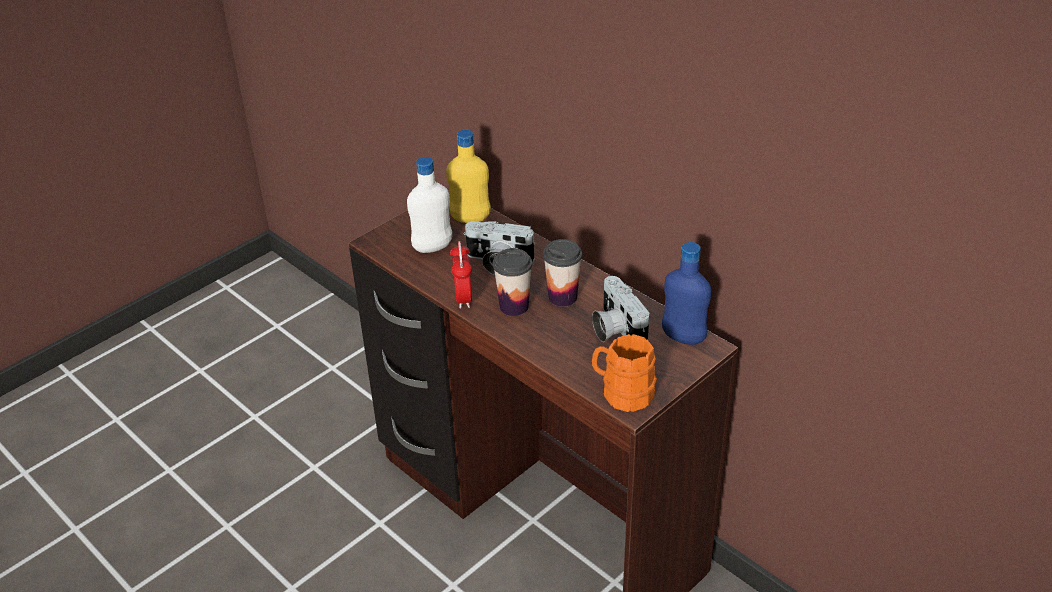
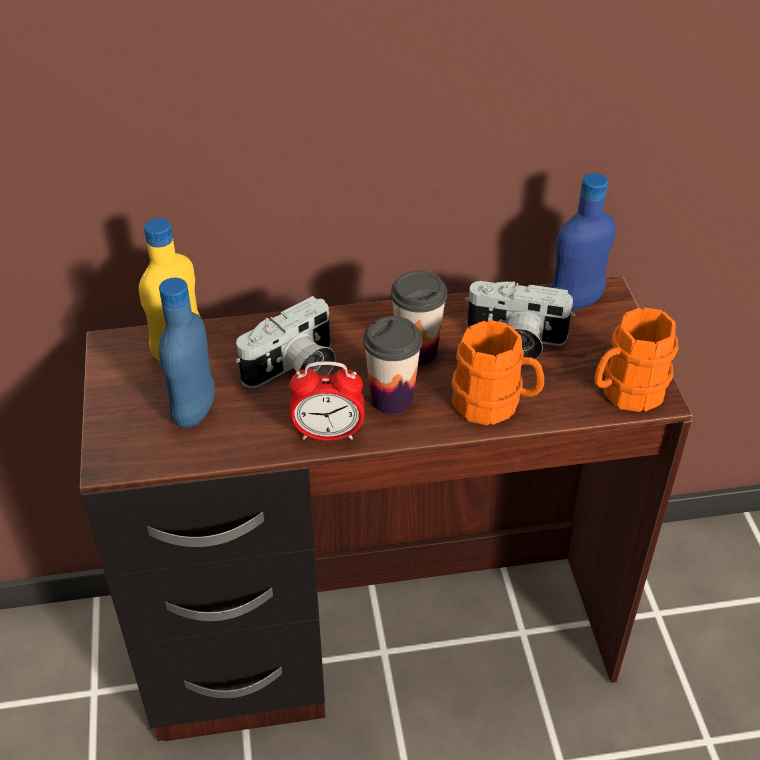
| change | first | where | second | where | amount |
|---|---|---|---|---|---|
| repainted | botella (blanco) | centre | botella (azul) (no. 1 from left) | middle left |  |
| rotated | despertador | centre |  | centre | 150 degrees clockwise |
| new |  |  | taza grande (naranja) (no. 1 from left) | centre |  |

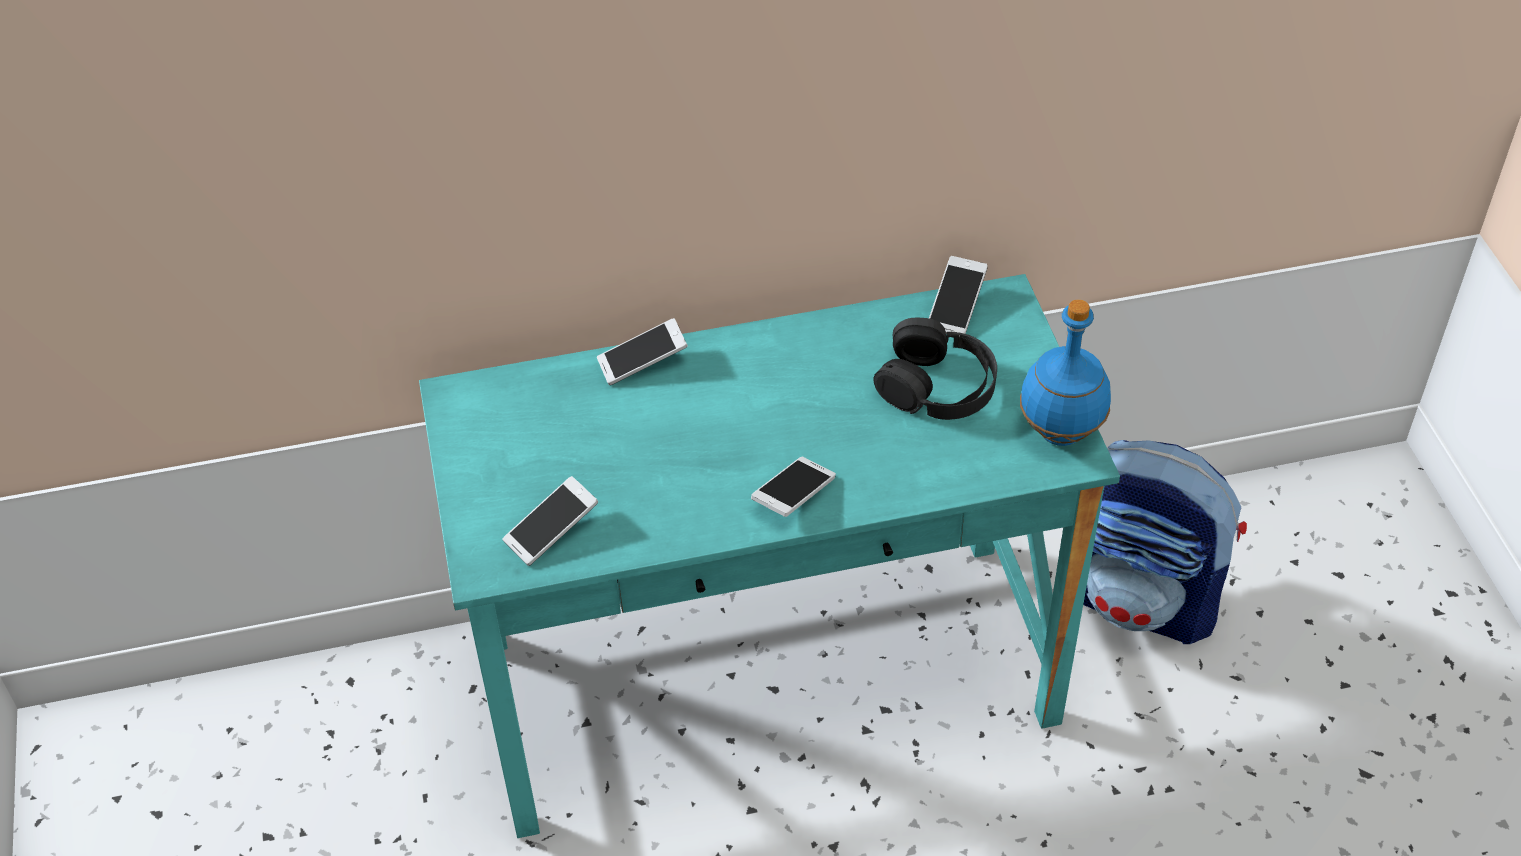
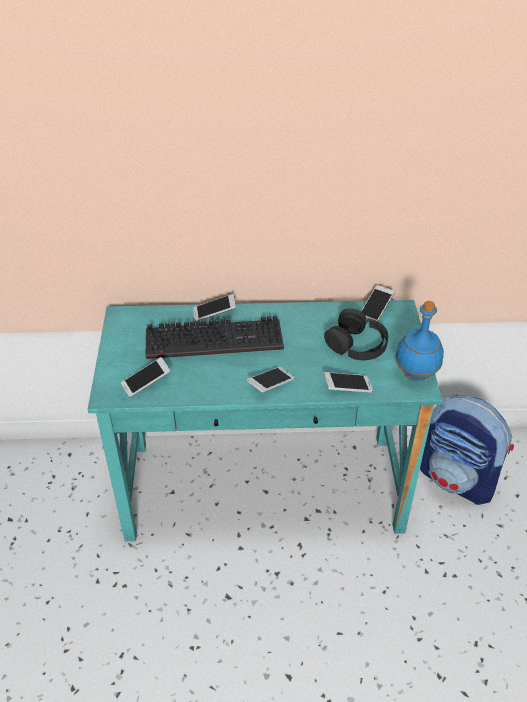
| change | first | where | second | where | amount |
|---|---|---|---|---|---|
| new |  |  | teclado | centre |  |
| new |  |  | móvil (no. 4 from left) | centre |  |

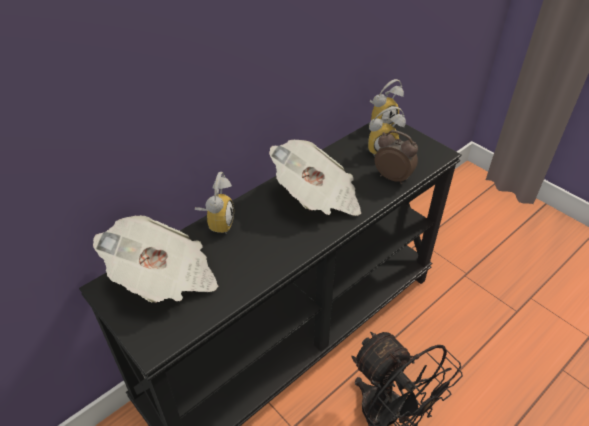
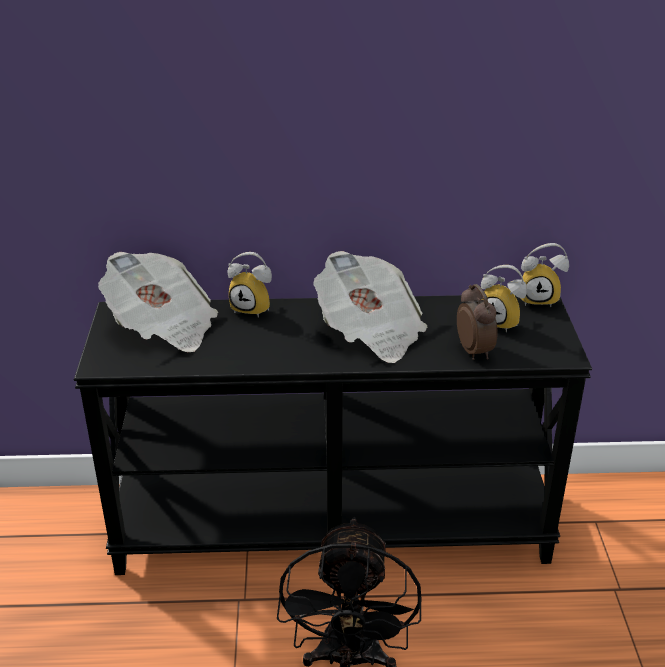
| change | first | where | second | where | amount |
|---|---|---|---|---|---|
| rotated | despertador (no. 1 from left) | centre |  | centre | 60 degrees clockwise |

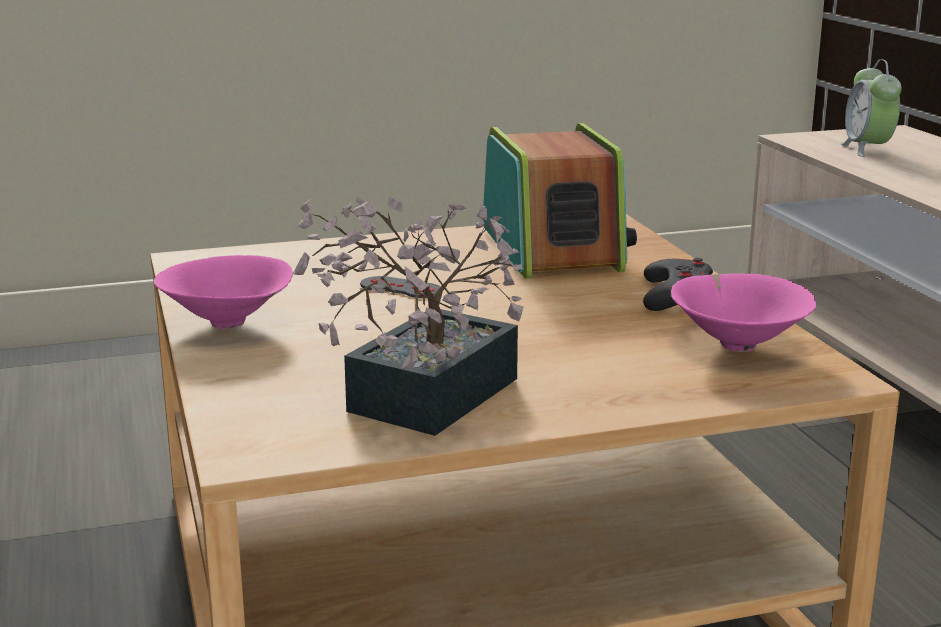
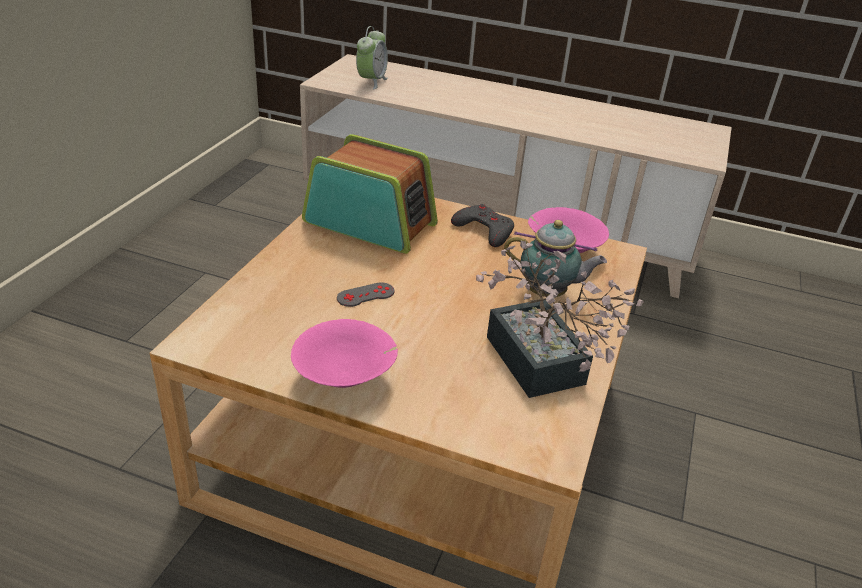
| change | first | where | second | where | amount |
|---|---|---|---|---|---|
| rotated | despertador | top right |  | top centre | 105 degrees counterclockwise |
| new |  |  | tetera | centre |  |

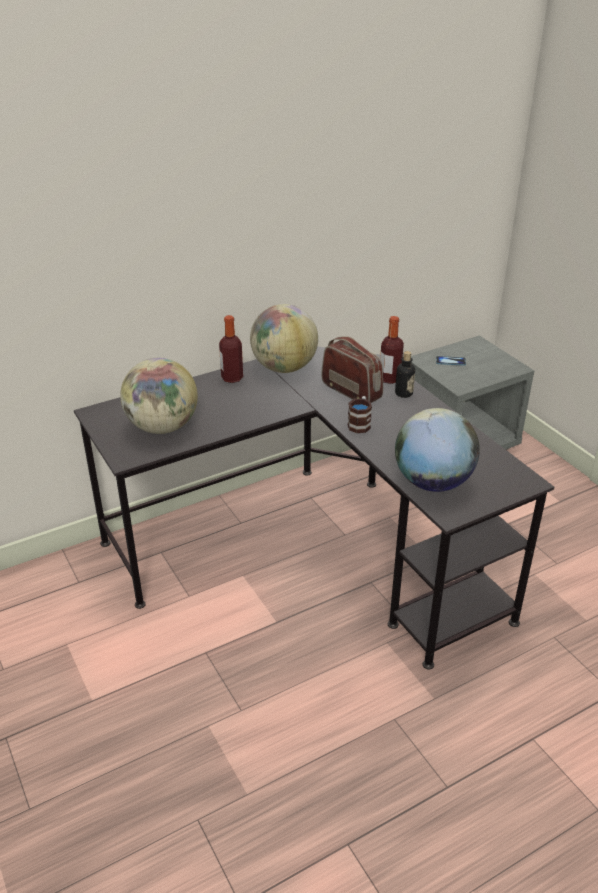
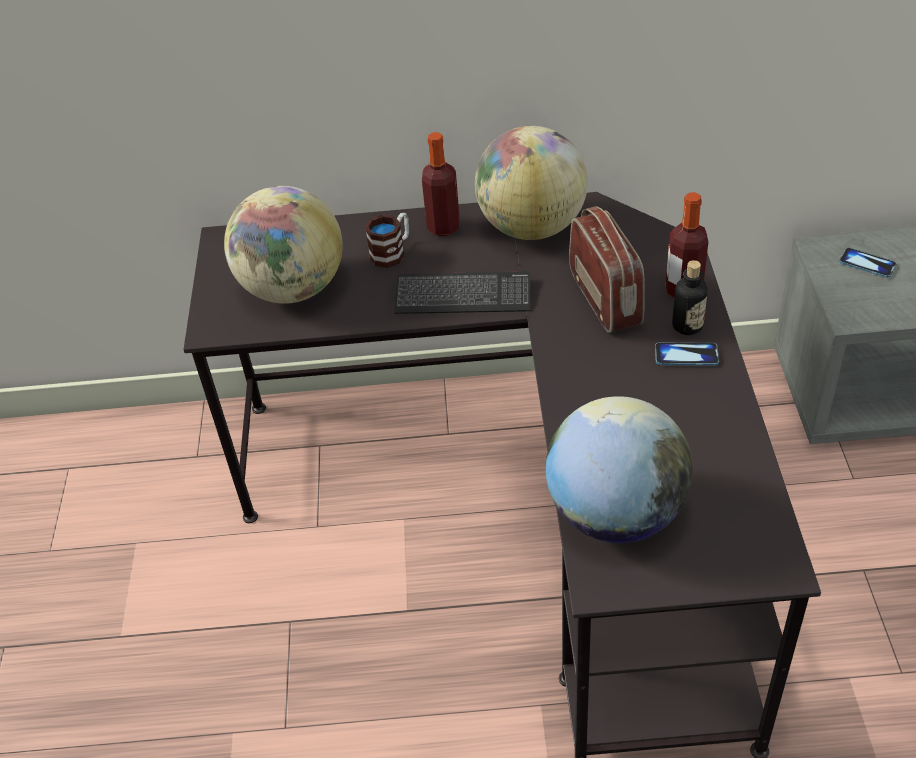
| change | first | where | second | where | amount |
|---|---|---|---|---|---|
| shifted | taza grande | centre |  | top centre |  |
| new |  |  | teclado | centre |  |
| new |  |  | móvil (no. 1 from left) | middle right |  |

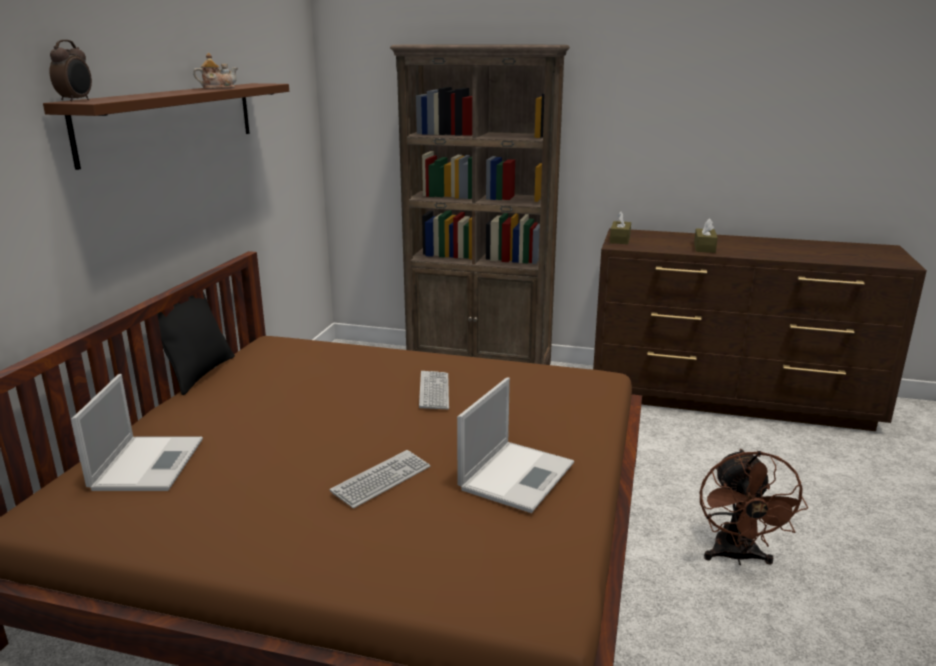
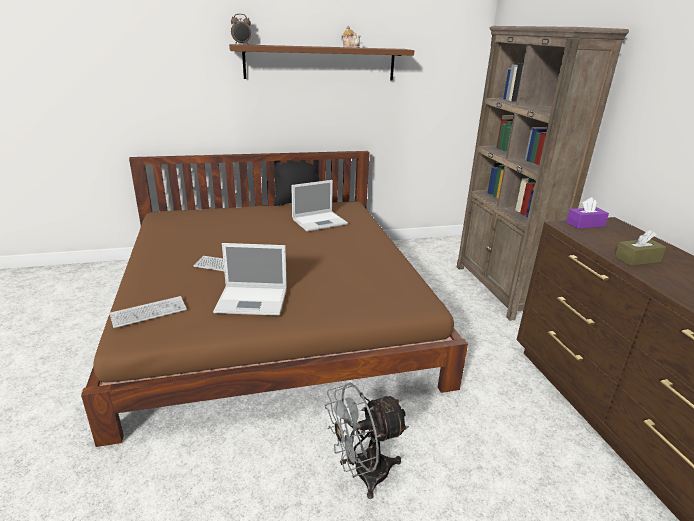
| change | first | where | second | where | amount |
|---|---|---|---|---|---|
| shifted | teclado (no. 2 from left in the first image) | centre | teclado (no. 1 from left) | middle left |  |
| shifted | portátil (no. 1 from left in the first image) | middle left | portátil (no. 2 from left) | centre |  |
| repainted | ventilador (marrón) | bottom right | ventilador (gris) | bottom centre |  |
| repainted | caja de pañuelos (marrón) (no. 1 from left) | centre | caja de pañuelos (morado) | middle right |  |

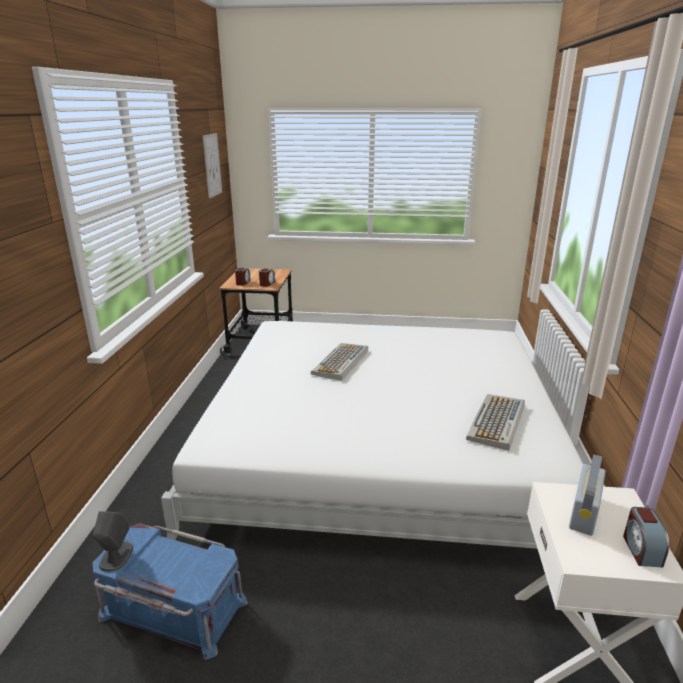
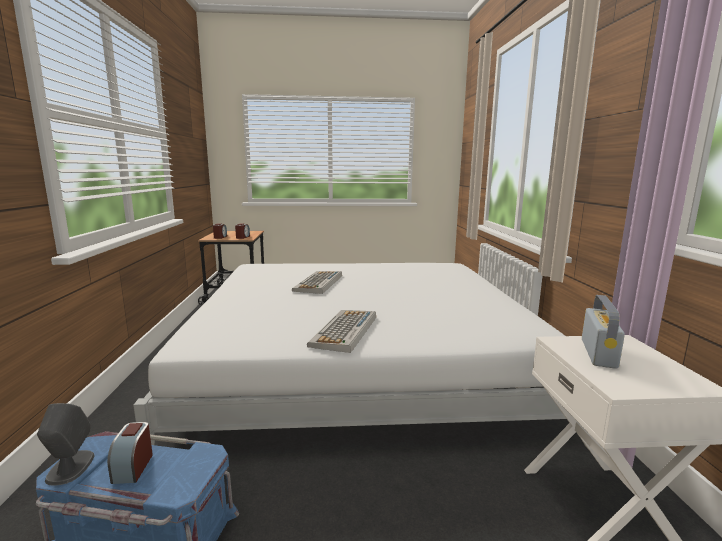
| change | first | where | second | where | amount |
|---|---|---|---|---|---|
| shifted | despertador (no. 3 from left in the first image) | bottom right | despertador (no. 1 from left) | bottom left |  |
| shifted | teclado (no. 2 from left) | middle right |  | centre |  |
| gone | cuadro | top left |  |  |  |

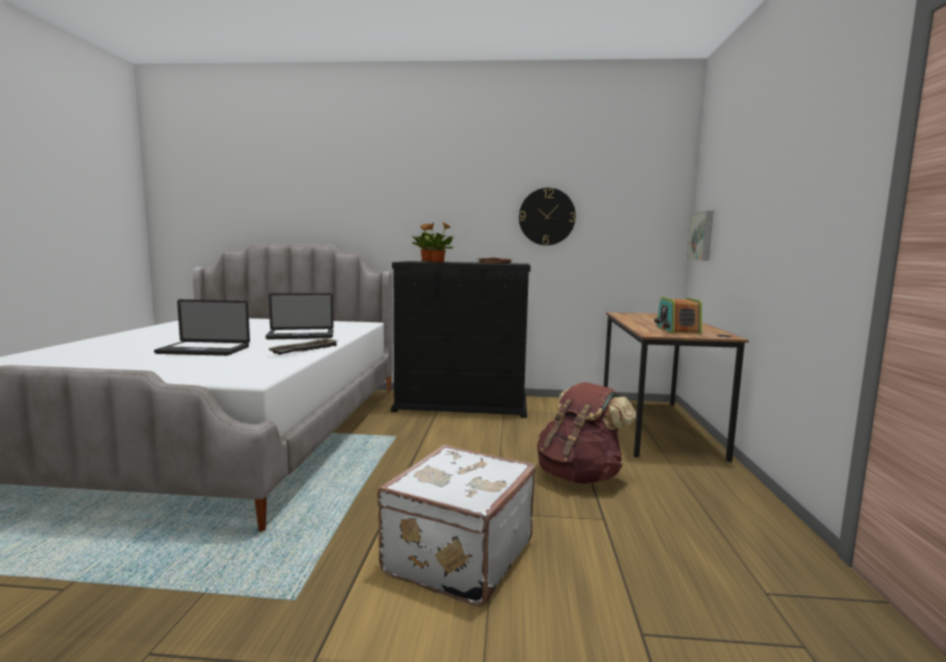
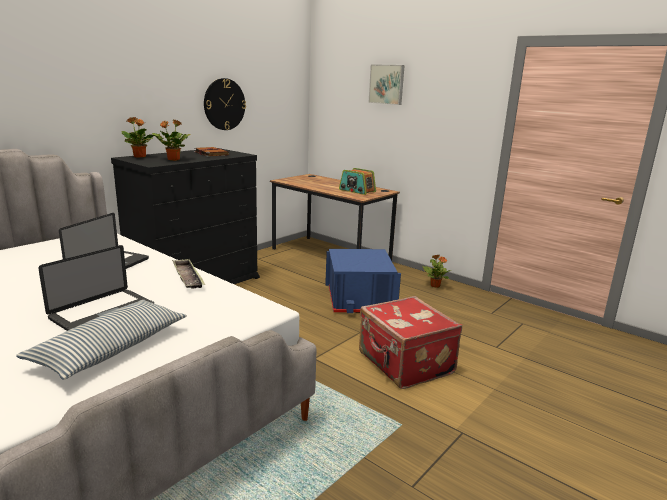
| change | first | where | second | where | amount |
|---|---|---|---|---|---|
| new |  |  | cojín | bottom left |  |
| swapped | mochila (marrón) | centre | caja de almacenaje (azul) | centre |  |
| repainted | maleta (blanco) | bottom centre | maleta (rojo) | bottom centre |  |
| shifted | cuadro | middle right |  | top centre |  |
| new |  |  | planta en maceta (no. 3 from left) | centre |  |

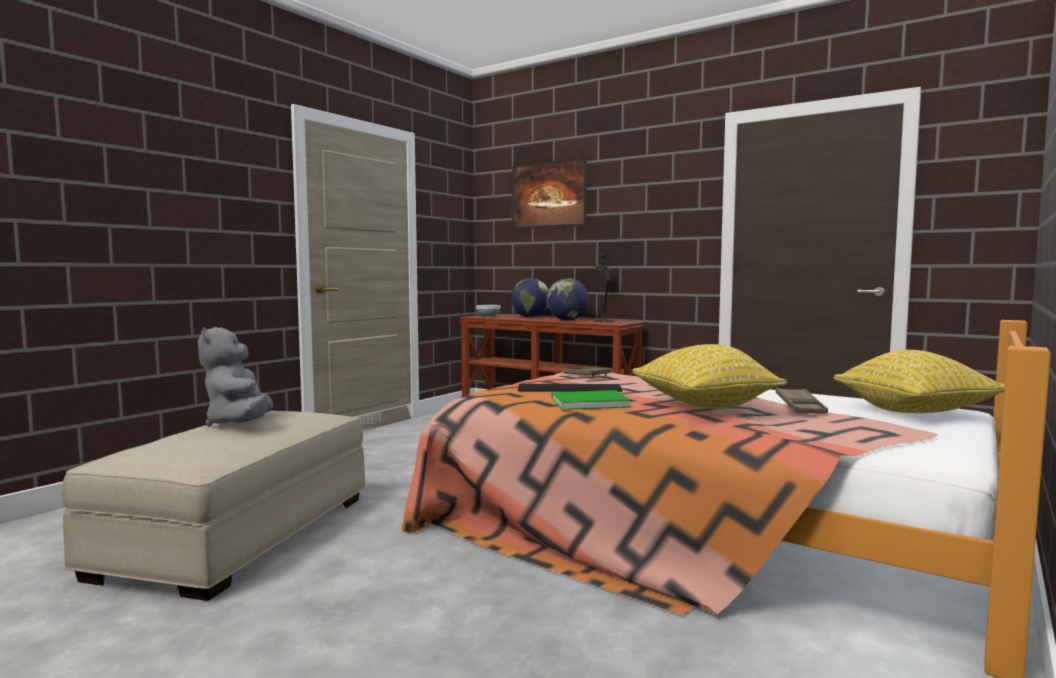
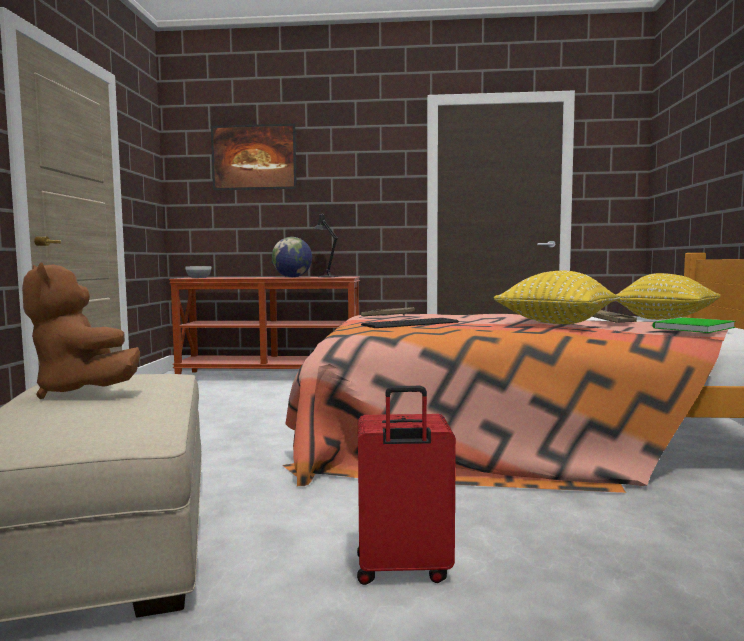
| change | first | where | second | where | amount |
|---|---|---|---|---|---|
| repainted | peluche (gris) | middle left | peluche (marrón) | middle left |  |
| new |  |  | maleta (rojo) | bottom centre |  |
| shifted | libro (verde) | centre |  | middle right |  |
| gone | globo terráqueo (no. 1 from left) | centre |  |  |  |

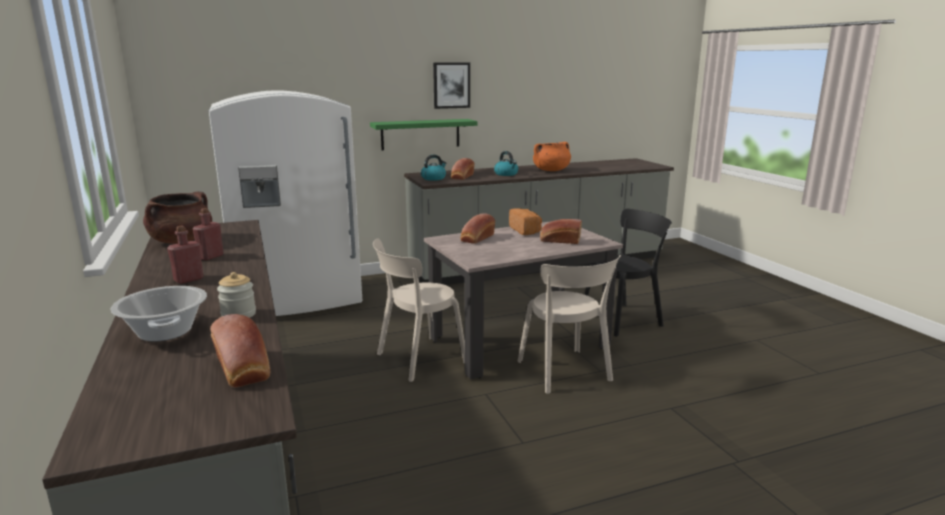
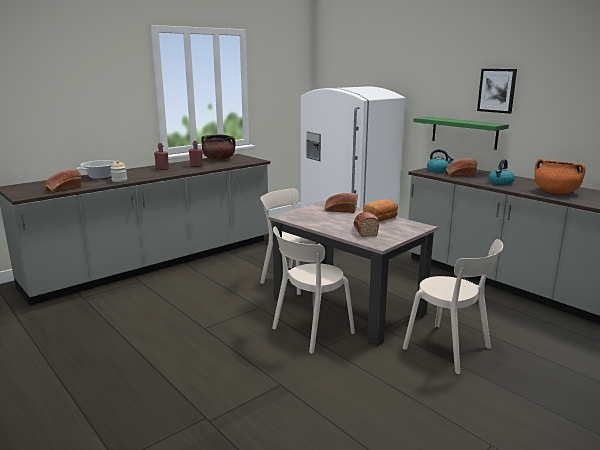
| change | first | where | second | where | amount |
|---|---|---|---|---|---|
| repainted | silla (negro) | centre | silla (beis) (no. 3 from left) | bottom right |  |

